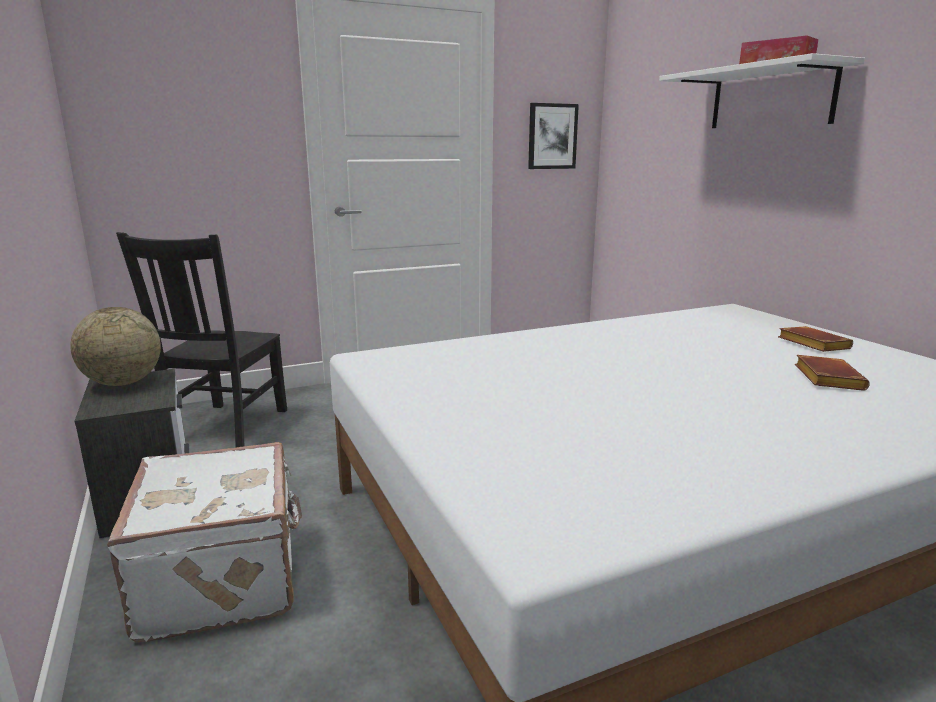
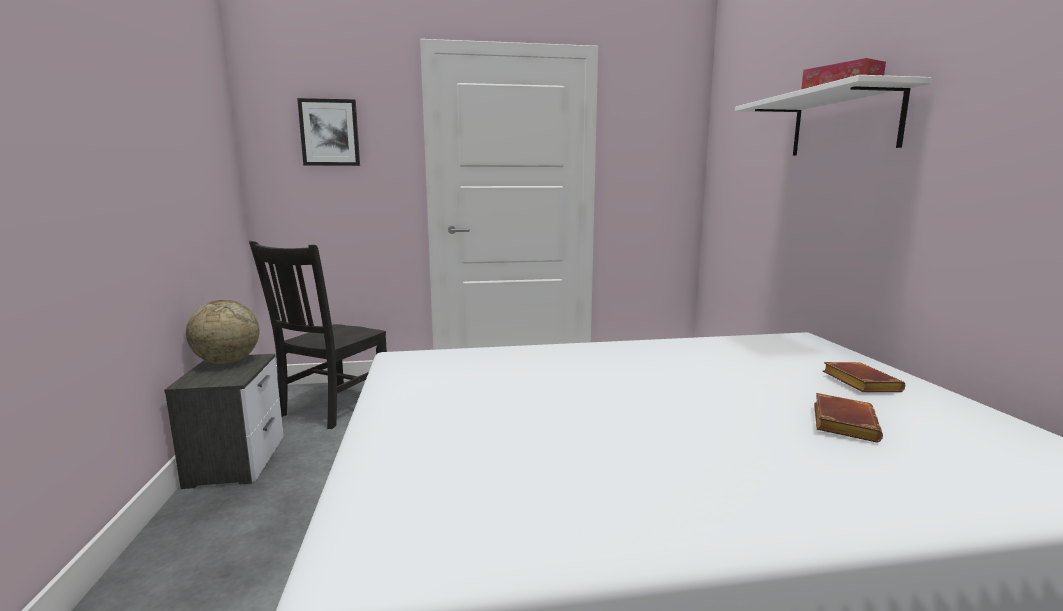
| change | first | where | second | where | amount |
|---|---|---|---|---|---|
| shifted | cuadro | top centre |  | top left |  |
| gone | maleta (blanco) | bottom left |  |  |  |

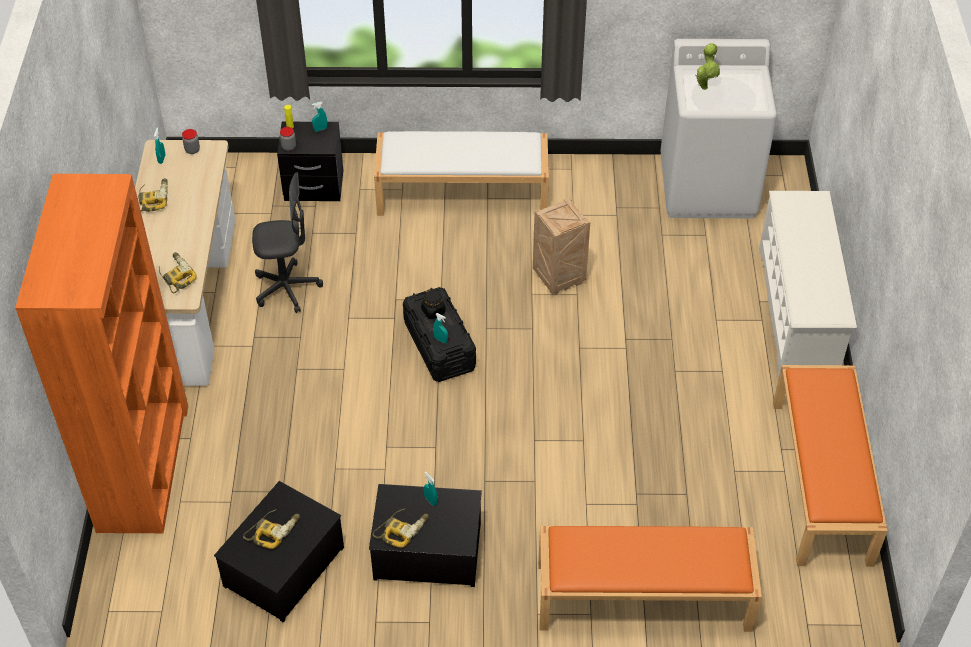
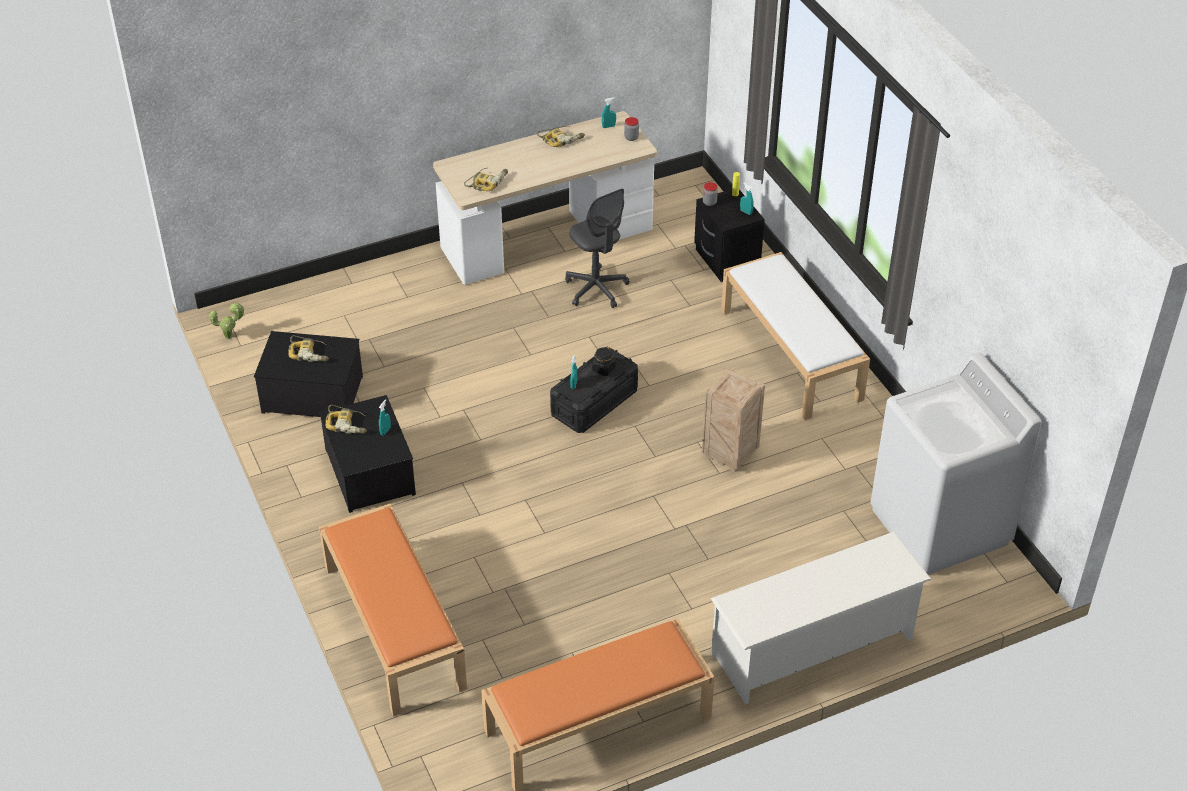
| change | first | where | second | where | amount |
|---|---|---|---|---|---|
| shifted | planta en maceta | top right |  | middle left |  |
| gone | estantería (naranja) | middle left |  |  |  |

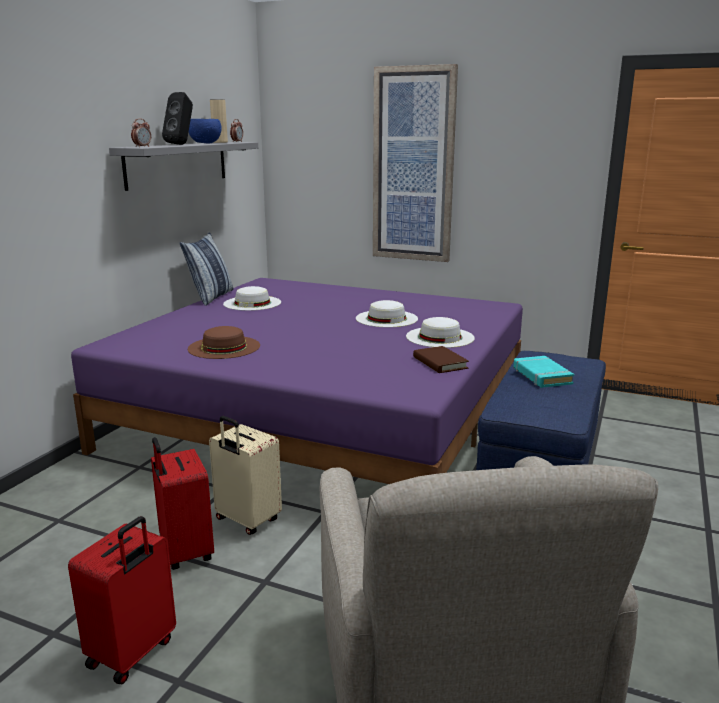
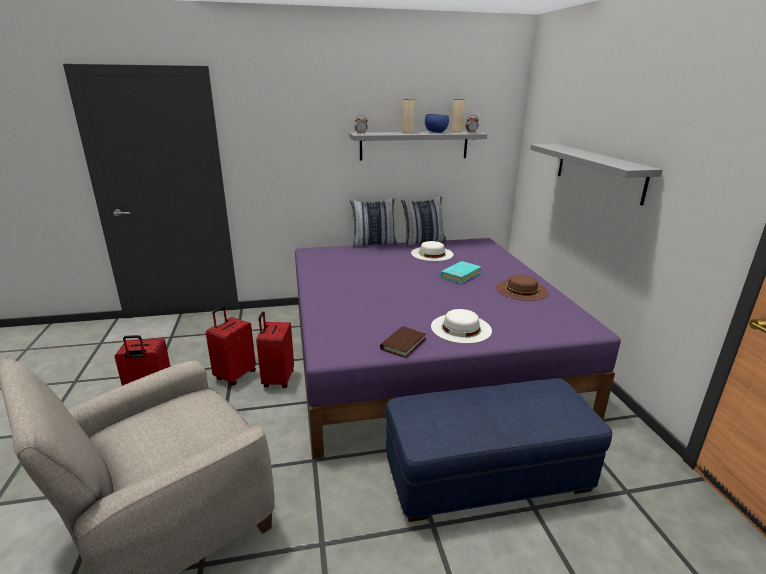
| change | first | where | second | where | amount |
|---|---|---|---|---|---|
| repainted | maleta (beis) | bottom centre | maleta (rojo) (no. 3 from left) | centre |  |
| new |  |  | cojín (no. 1 from left) | centre |  |
| swapped | altavoz (negro) | top left | florero (beis) (no. 1 from left) | top centre |  |
| shifted | libro (turquesa) | middle right |  | centre |  |
| shifted | sombrero (marrón) | middle left |  | middle right |  |
| swapped | cuadro | top centre | estante (gris) (no. 2 from left) | top right |  |
| gone | sombrero (blanco) (no. 2 from left) | centre |  |  |  |

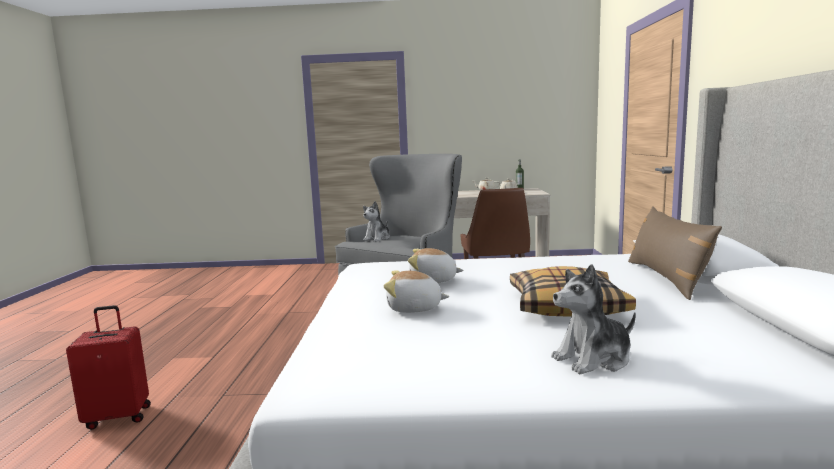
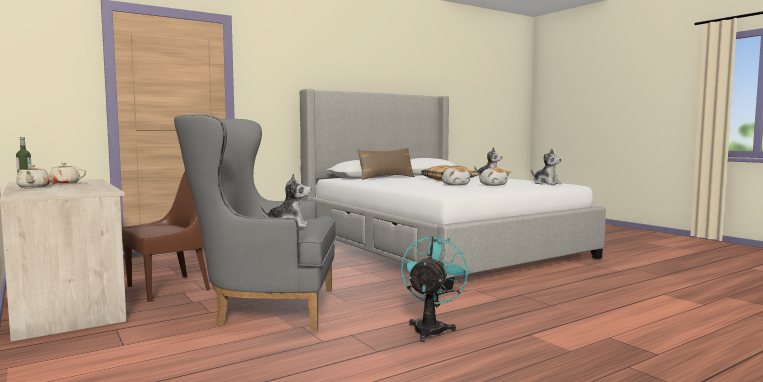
| change | first | where | second | where | amount |
|---|---|---|---|---|---|
| new |  |  | ventilador (turquesa) | bottom centre |  |
| new |  |  | peluche (no. 5 from left) | middle right |  |
| gone | maleta (rojo) | bottom left |  |  |  |

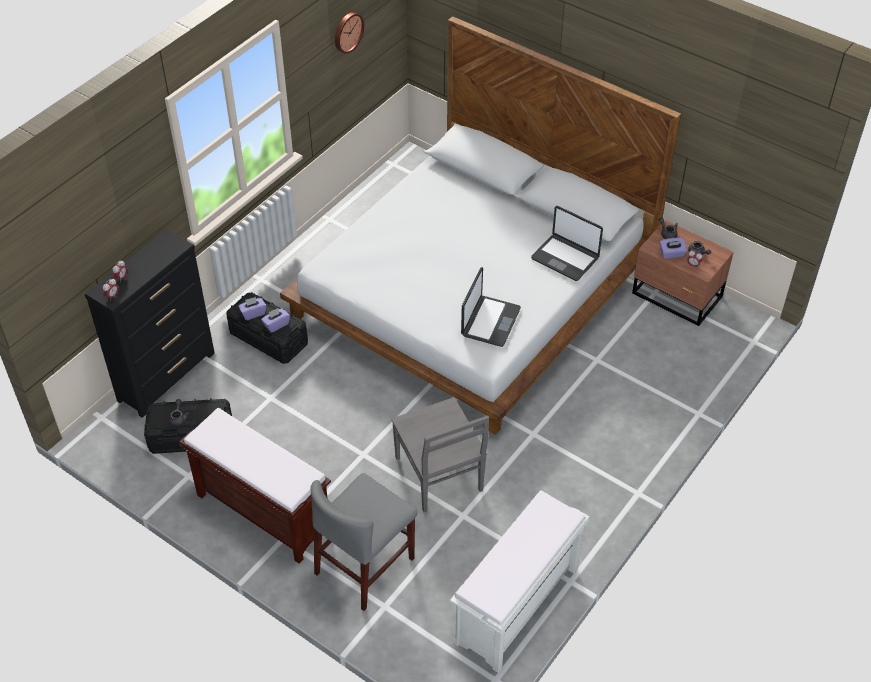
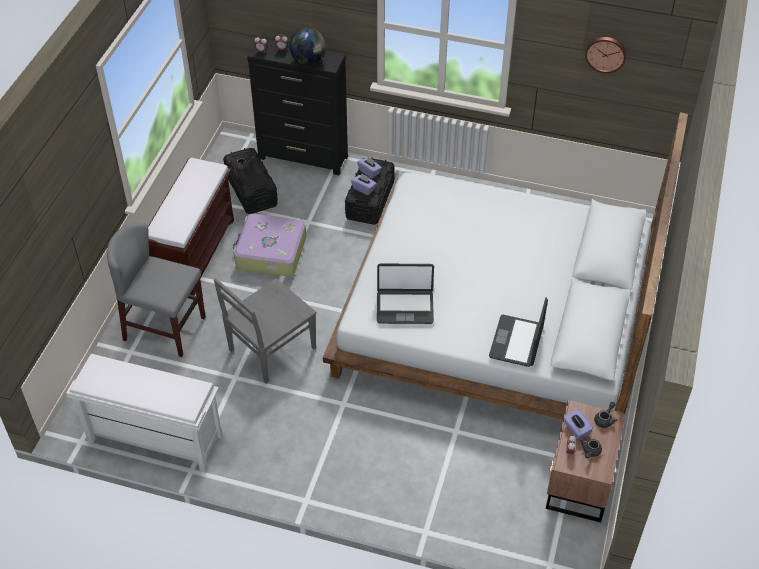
| change | first | where | second | where | amount |
|---|---|---|---|---|---|
| new |  |  | maleta | centre |  |
| new |  |  | globo terráqueo | top centre |  |

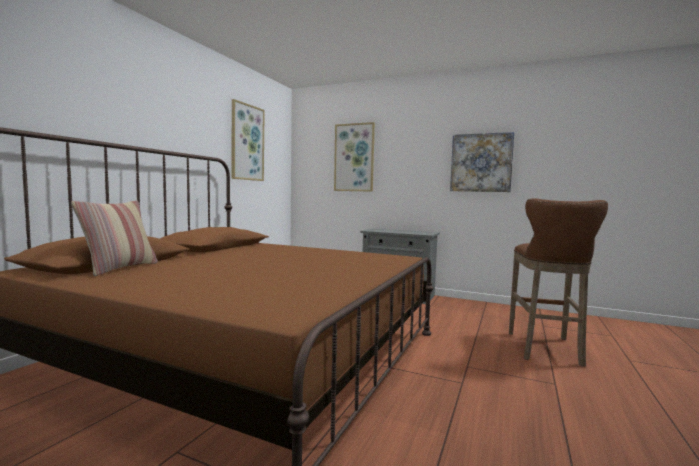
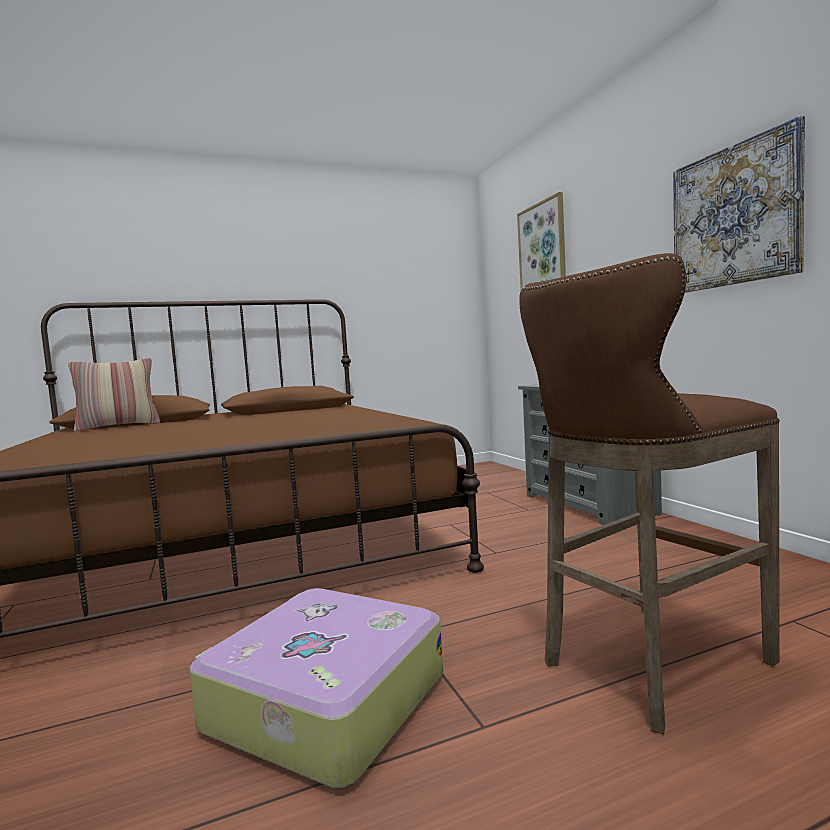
| change | first | where | second | where | amount |
|---|---|---|---|---|---|
| new |  |  | maleta | bottom centre |  |
| gone | cuadro (no. 1 from left) | top centre |  |  |  |

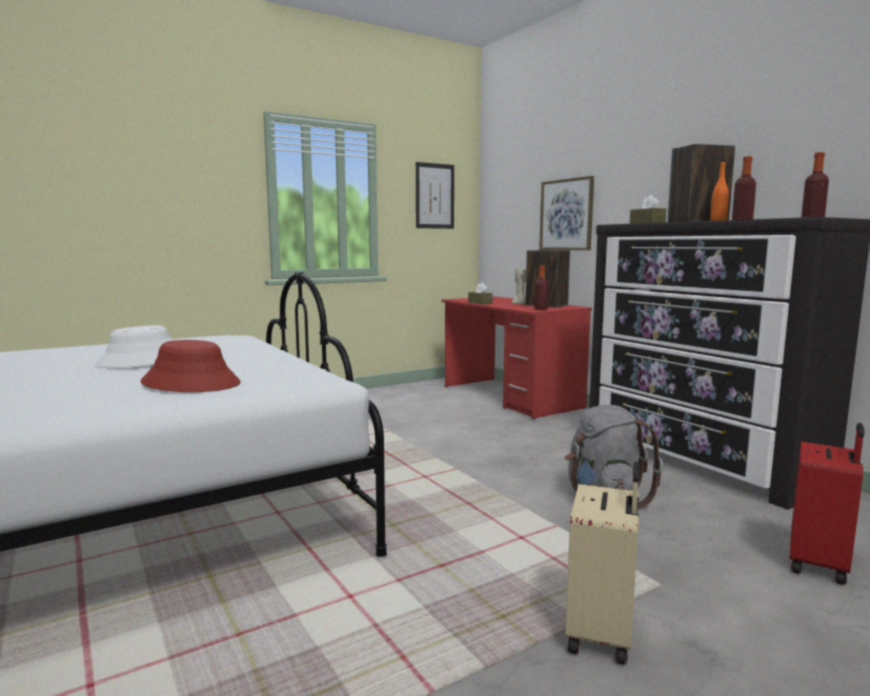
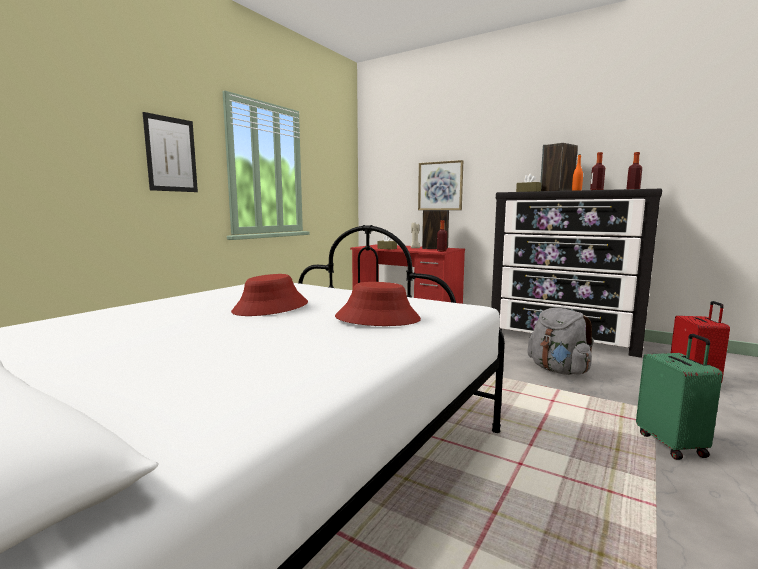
| change | first | where | second | where | amount |
|---|---|---|---|---|---|
| shifted | cuadro (no. 1 from left) | top centre |  | top left |  |
| repainted | sombrero (blanco) | middle left | sombrero (rojo) (no. 1 from left) | centre |  |
| repainted | maleta (beis) | bottom right | maleta (verde) | bottom right |  |

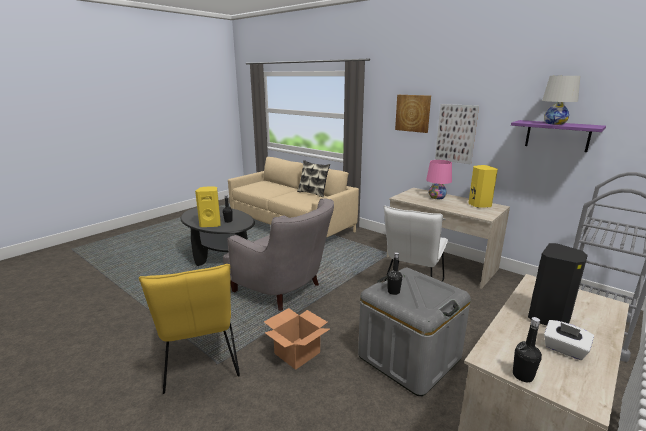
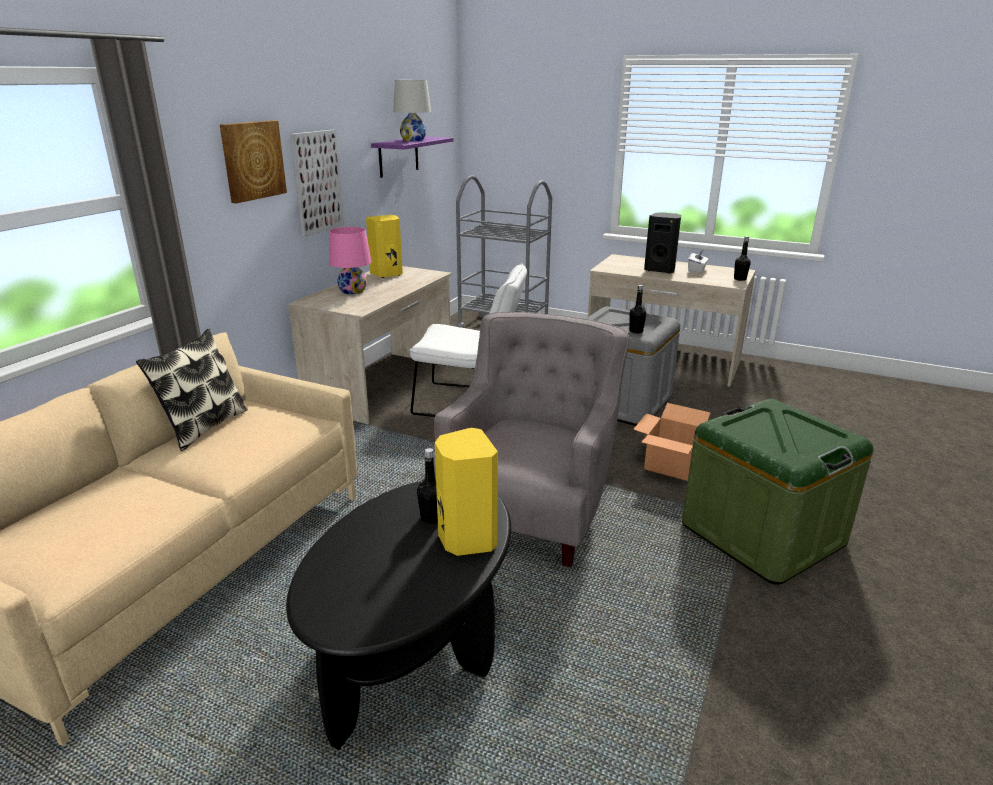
| change | first | where | second | where | amount |
|---|---|---|---|---|---|
| swapped | silla (amarillo) | bottom left | caja de almacenaje (verde) | middle right |  |

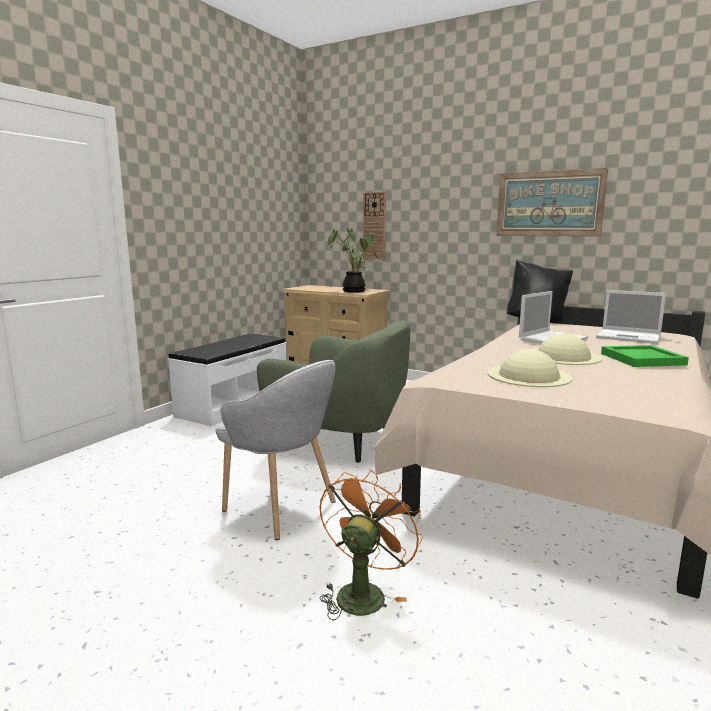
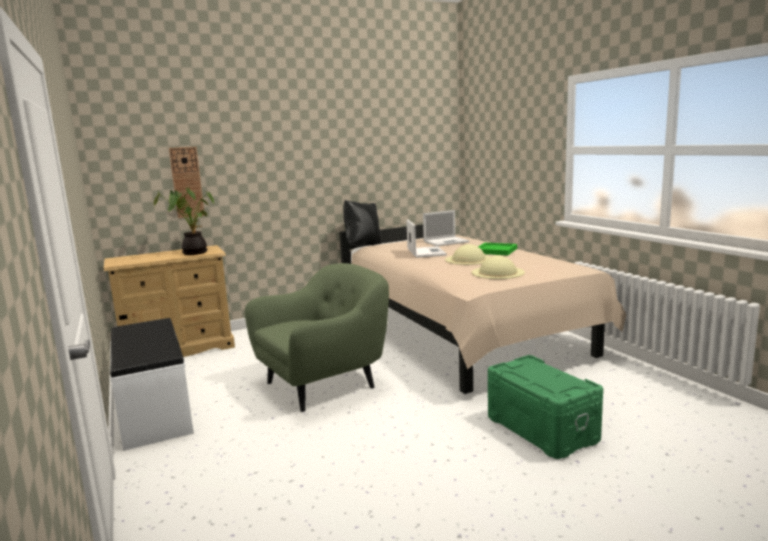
| change | first | where | second | where | amount |
|---|---|---|---|---|---|
| swapped | ventilador (naranja) | bottom centre | caja de almacenaje (verde) | bottom right |  |
| gone | sillón (gris) | centre |  |  |  |
| gone | cuadro | top right |  |  |  |

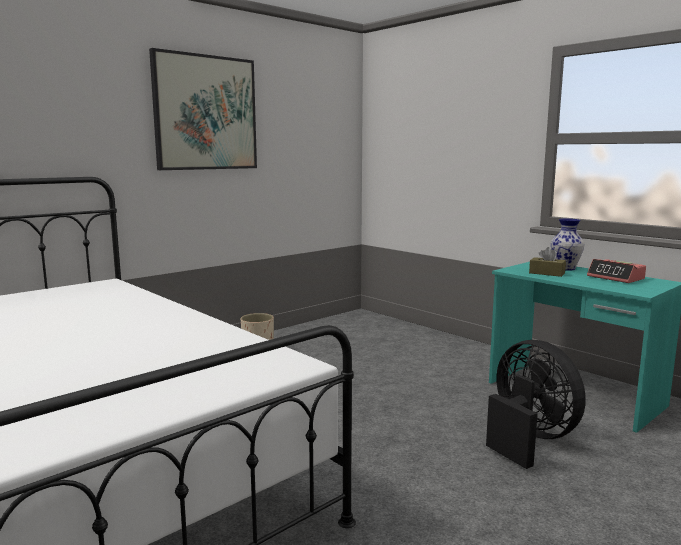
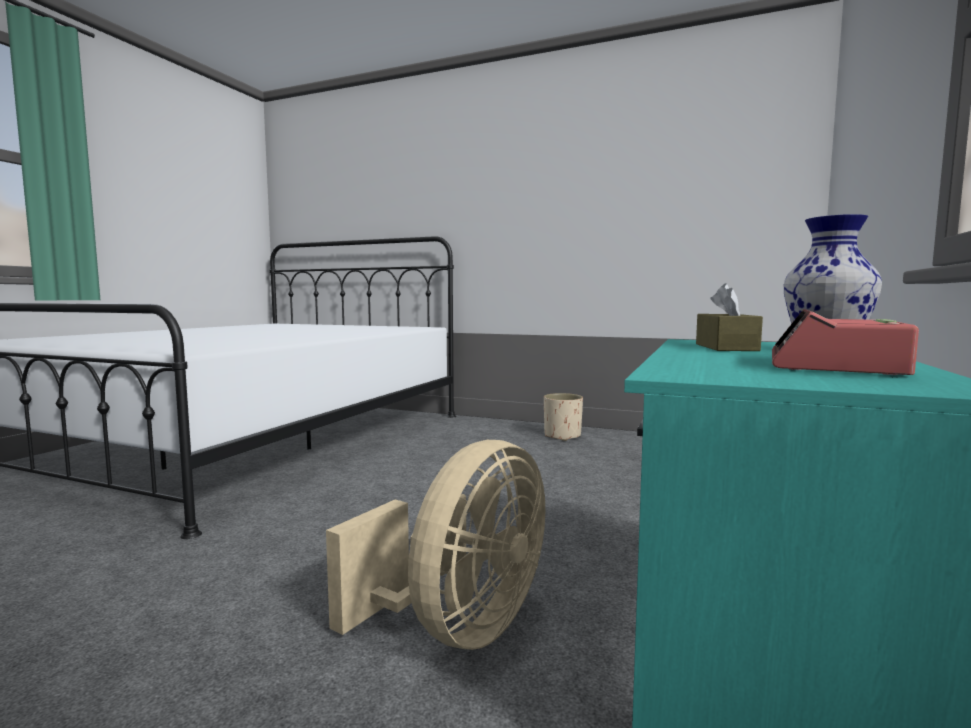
| change | first | where | second | where | amount |
|---|---|---|---|---|---|
| repainted | ventilador (negro) | bottom right | ventilador (beis) | bottom centre |  |
| gone | cuadro | top left |  |  |  |

